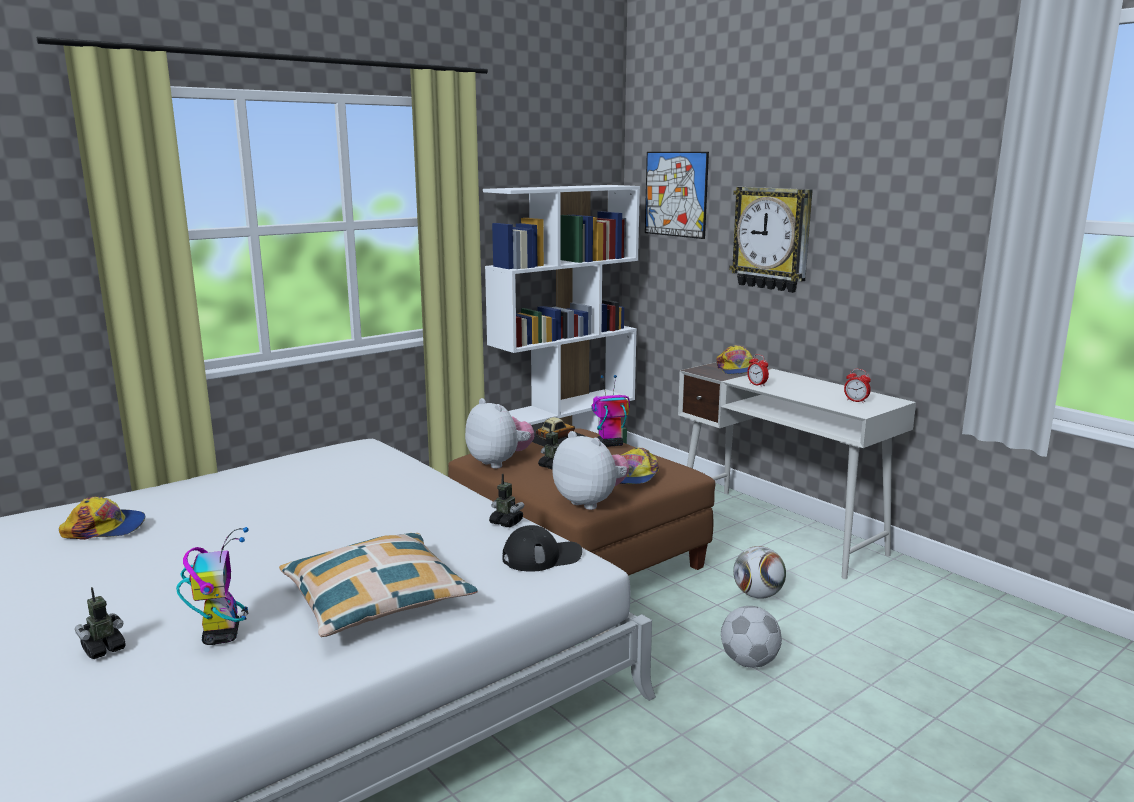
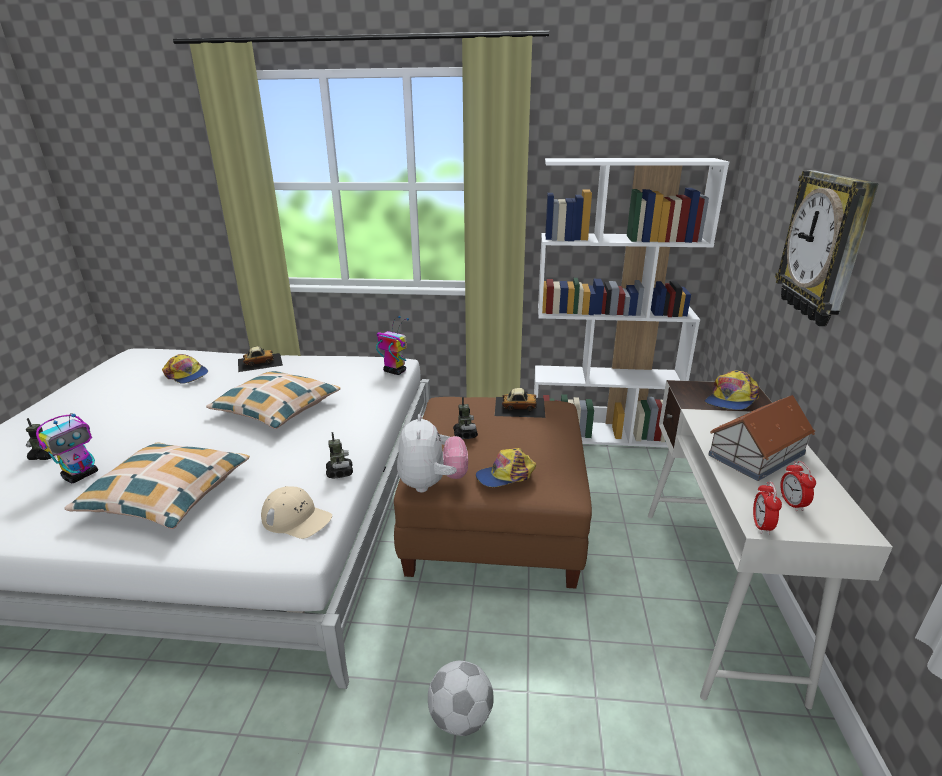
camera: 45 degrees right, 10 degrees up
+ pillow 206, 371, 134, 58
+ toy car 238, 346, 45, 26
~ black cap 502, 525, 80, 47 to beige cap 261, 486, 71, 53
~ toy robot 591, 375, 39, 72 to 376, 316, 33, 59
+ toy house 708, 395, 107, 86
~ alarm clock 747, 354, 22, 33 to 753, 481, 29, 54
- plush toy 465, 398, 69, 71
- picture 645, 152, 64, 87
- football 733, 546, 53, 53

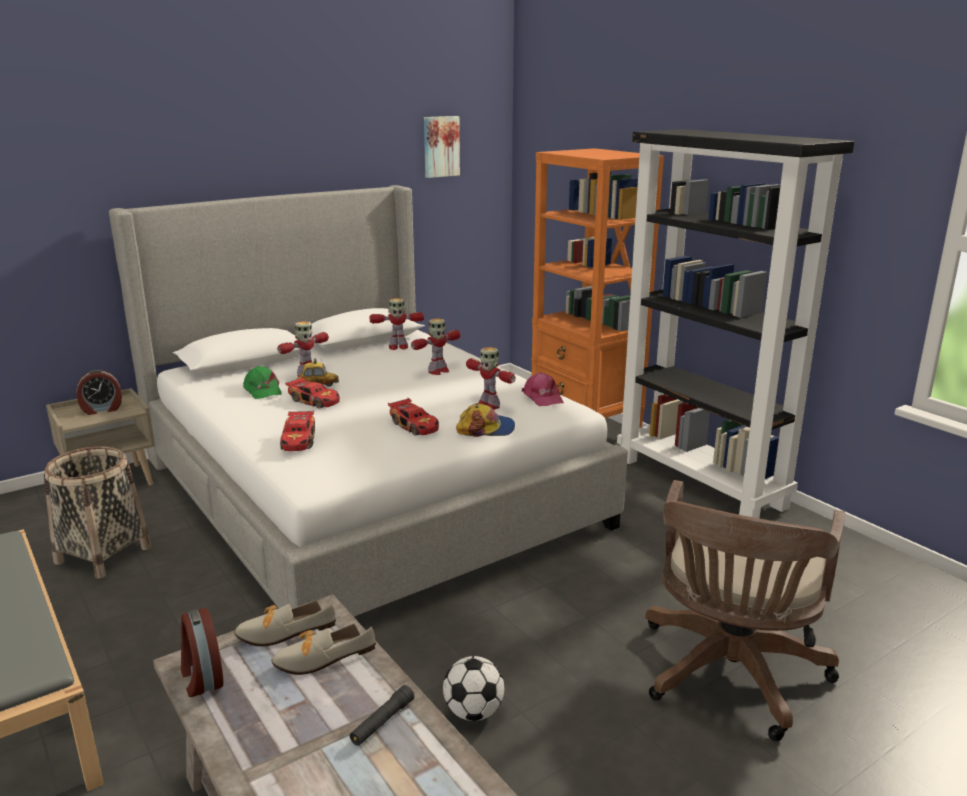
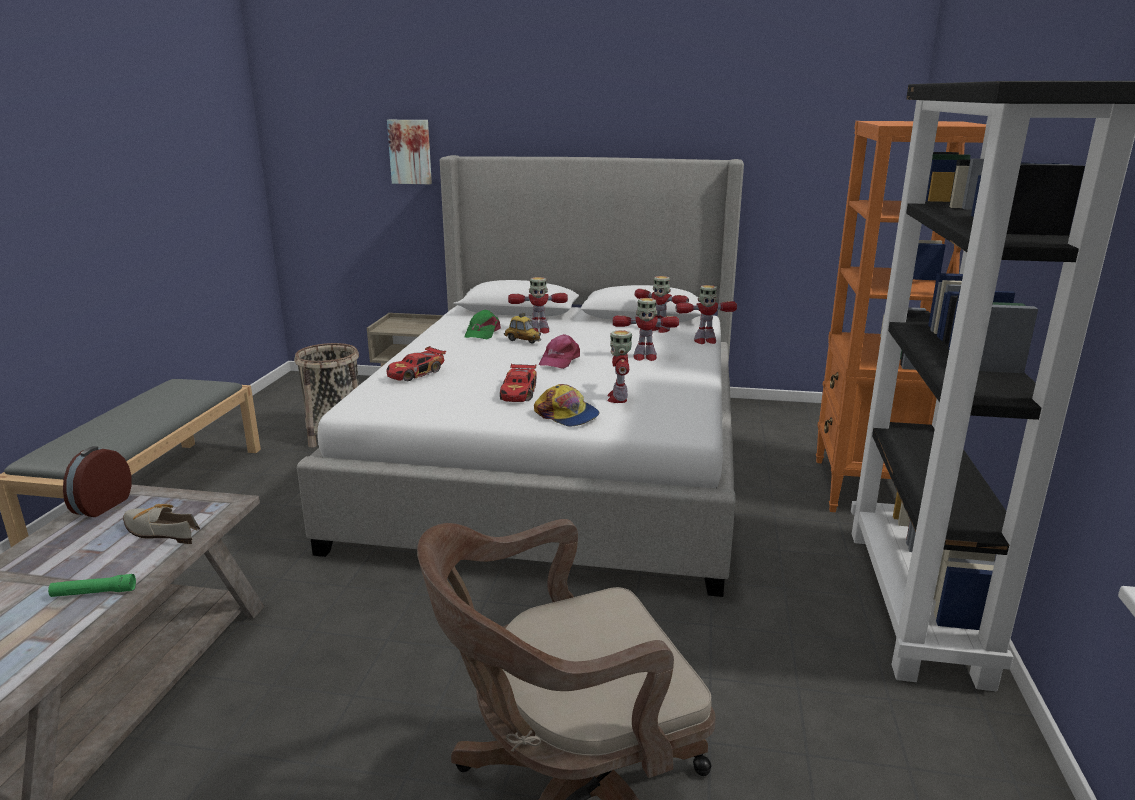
camera: 45 degrees right, 0 degrees up
~ black flashlight 350, 685, 64, 61 to green flashlight 48, 574, 88, 23
~ picture 424, 116, 36, 62 to 387, 120, 45, 64
~ pink cap 522, 372, 42, 34 to 539, 334, 41, 35
+ toy robot 676, 285, 61, 59
- alarm clock 76, 370, 46, 45
- shoe 234, 601, 102, 45
- toy car 285, 376, 55, 33
- football 443, 656, 61, 65

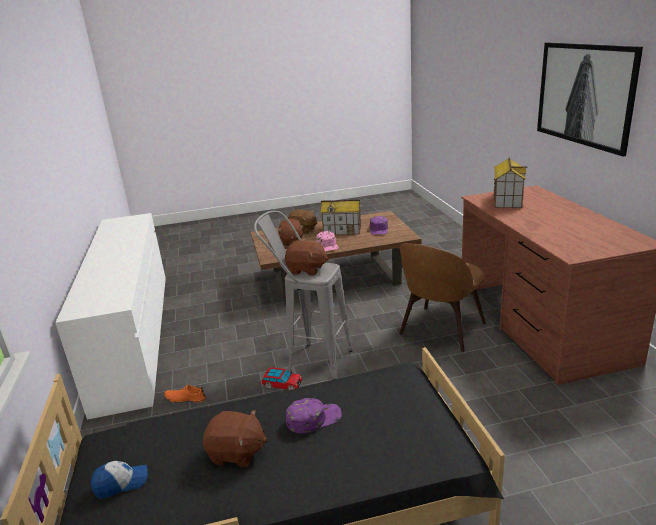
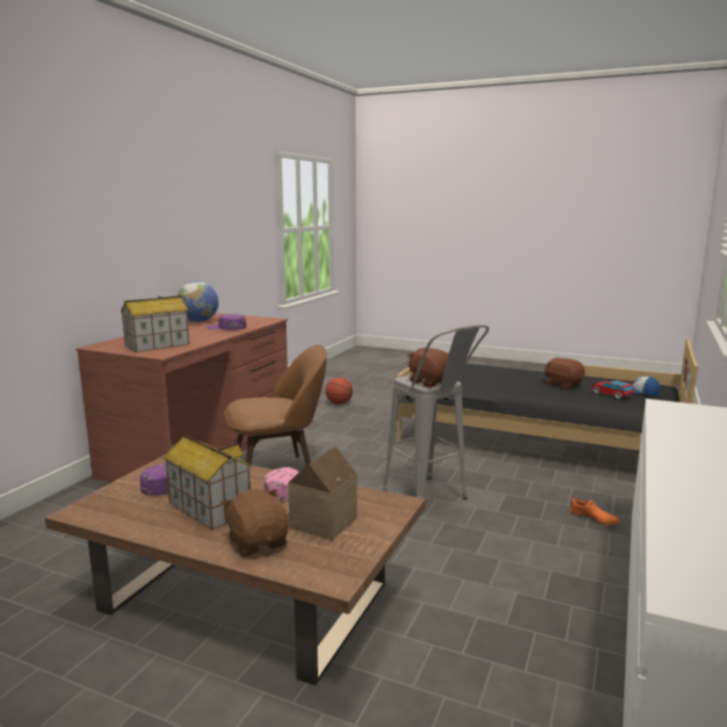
camera: 145 degrees left, 10 degrees down
+ globe 177, 281, 42, 42
~ purple cap 286, 398, 55, 35 to 207, 314, 39, 16
~ brown plush toy 278, 219, 26, 27 to toy house 288, 447, 69, 93
+ basketball 325, 377, 28, 27
~ toy car 261, 368, 41, 22 to 591, 380, 43, 19
- picture 537, 42, 106, 114

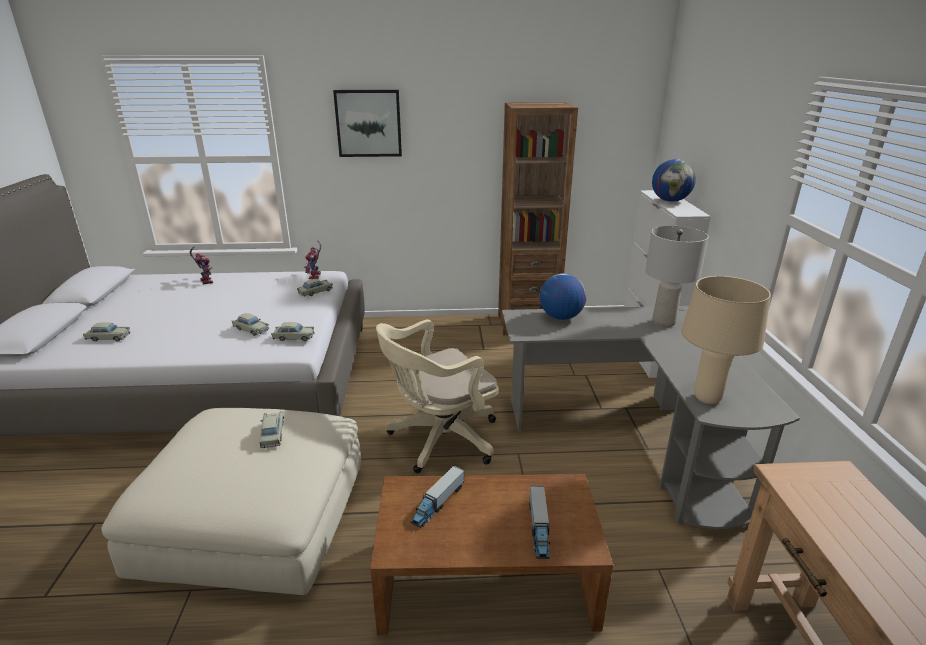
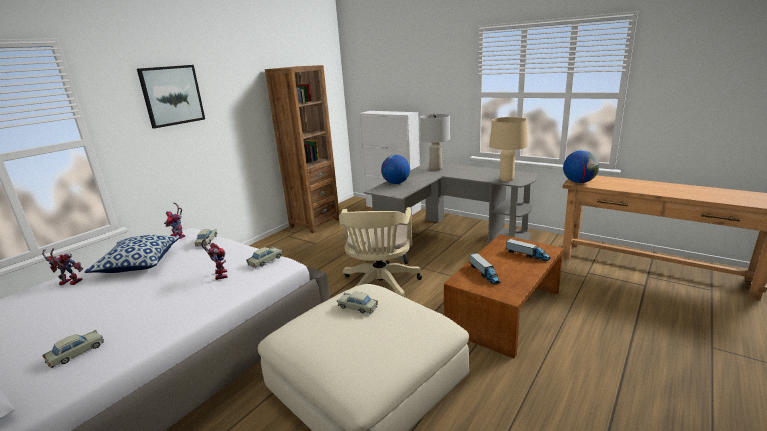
camera: 50 degrees left, 5 degrees down
+ pillow 84, 235, 96, 38
~ beige toy car 232, 313, 37, 23 to toy robot 201, 236, 26, 44
~ globe 652, 159, 44, 43 to 563, 150, 36, 33

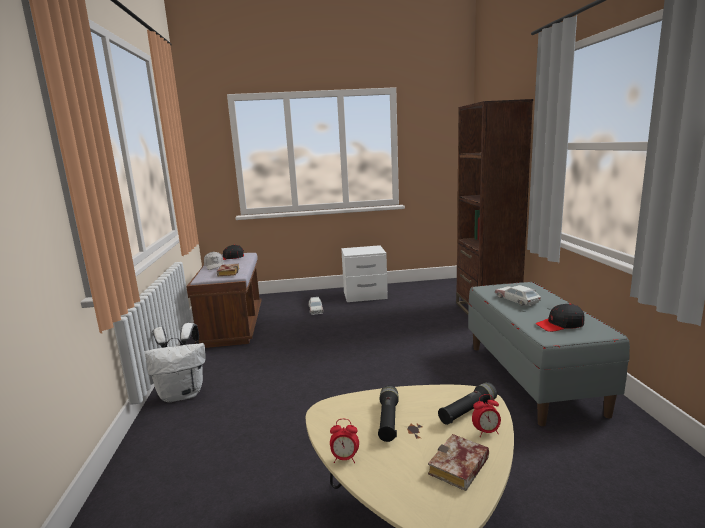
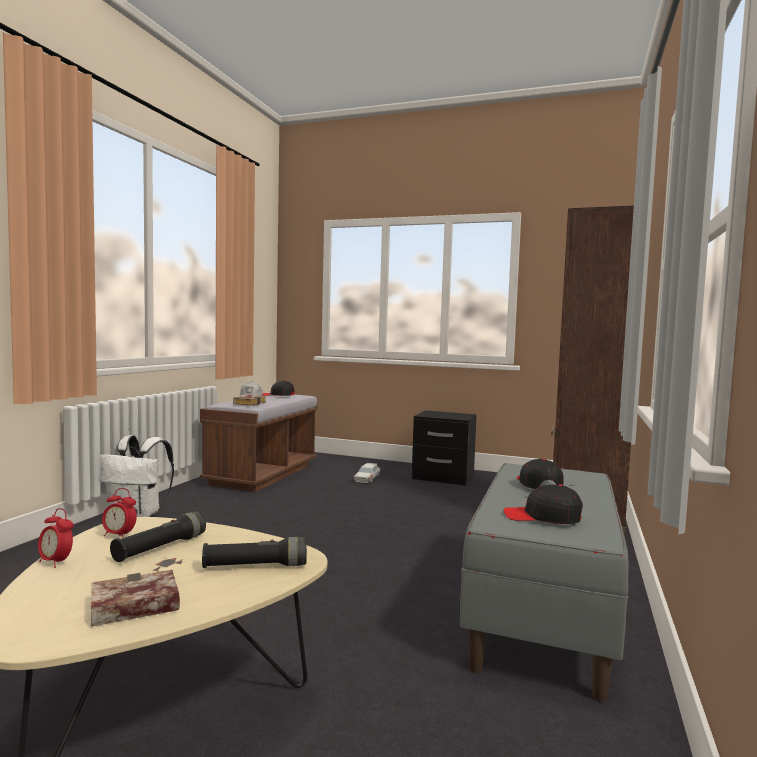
camera: 25 degrees right, 10 degrees down
~ alarm clock 472, 394, 29, 43 to 102, 488, 35, 49
~ white nightstand 341, 245, 47, 57 to black nightstand 412, 410, 65, 75
~ toy car 495, 285, 46, 21 to black cap 517, 459, 46, 30

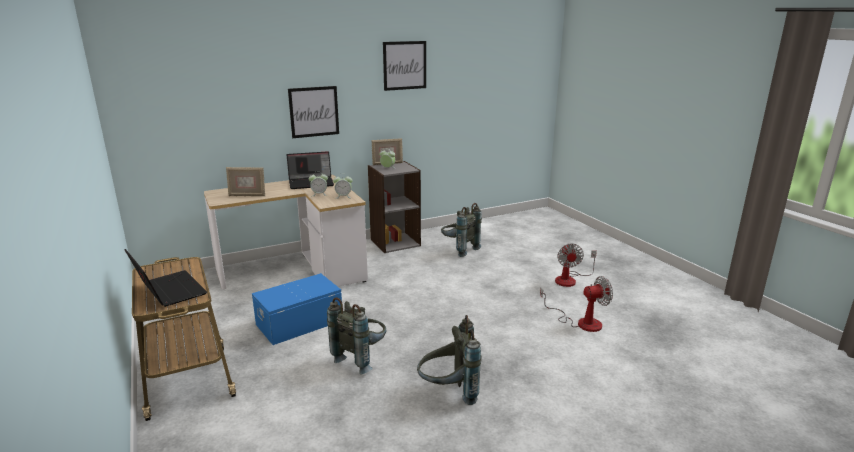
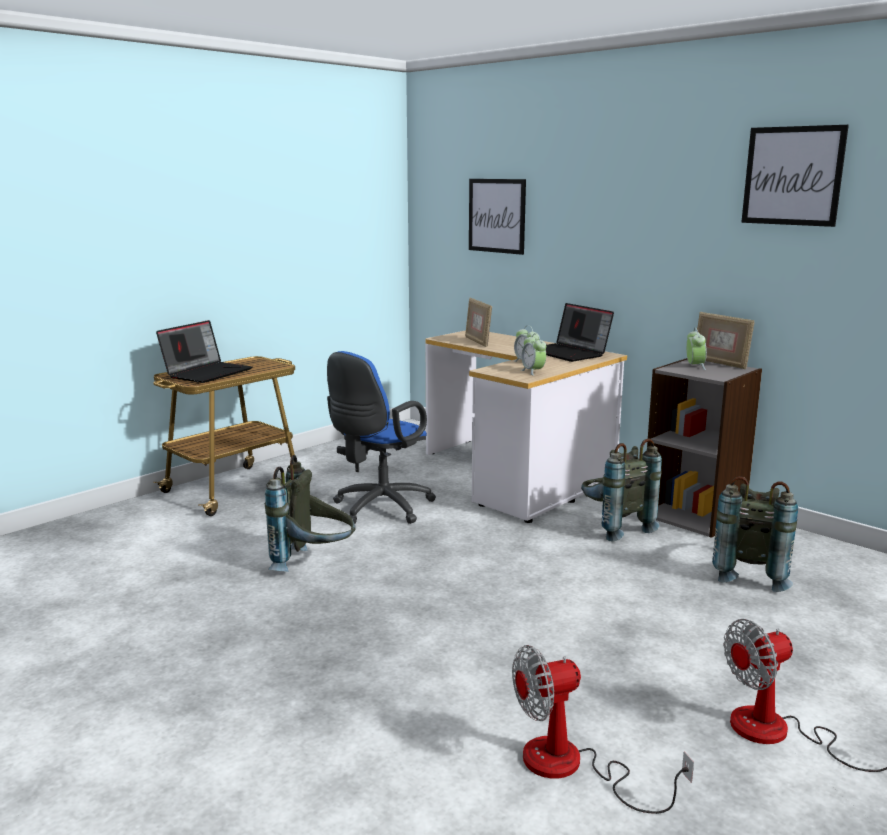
camera: 70 degrees right, 5 degrees down
~ blue storage box 252, 273, 90, 72 to blue office chair 327, 351, 109, 173
~ picture 288, 86, 51, 52 to 469, 179, 57, 76
~ fan 540, 276, 73, 56 = 512, 645, 182, 169 105 degrees clockwise
~ grey backpack 417, 315, 64, 90 to 581, 438, 81, 104

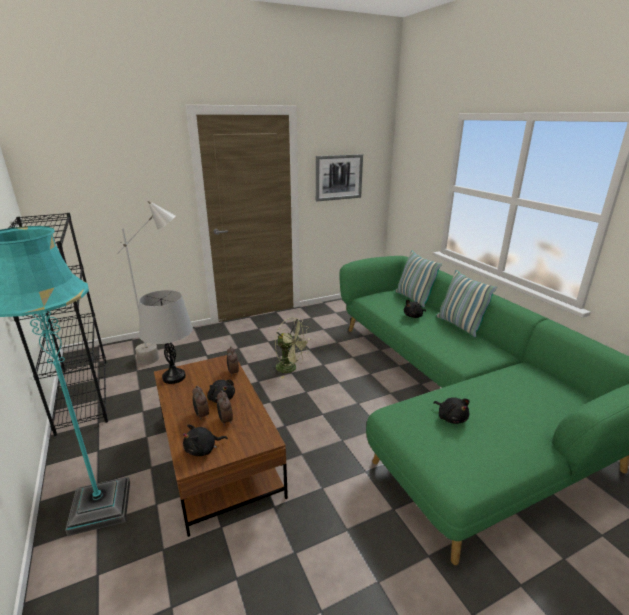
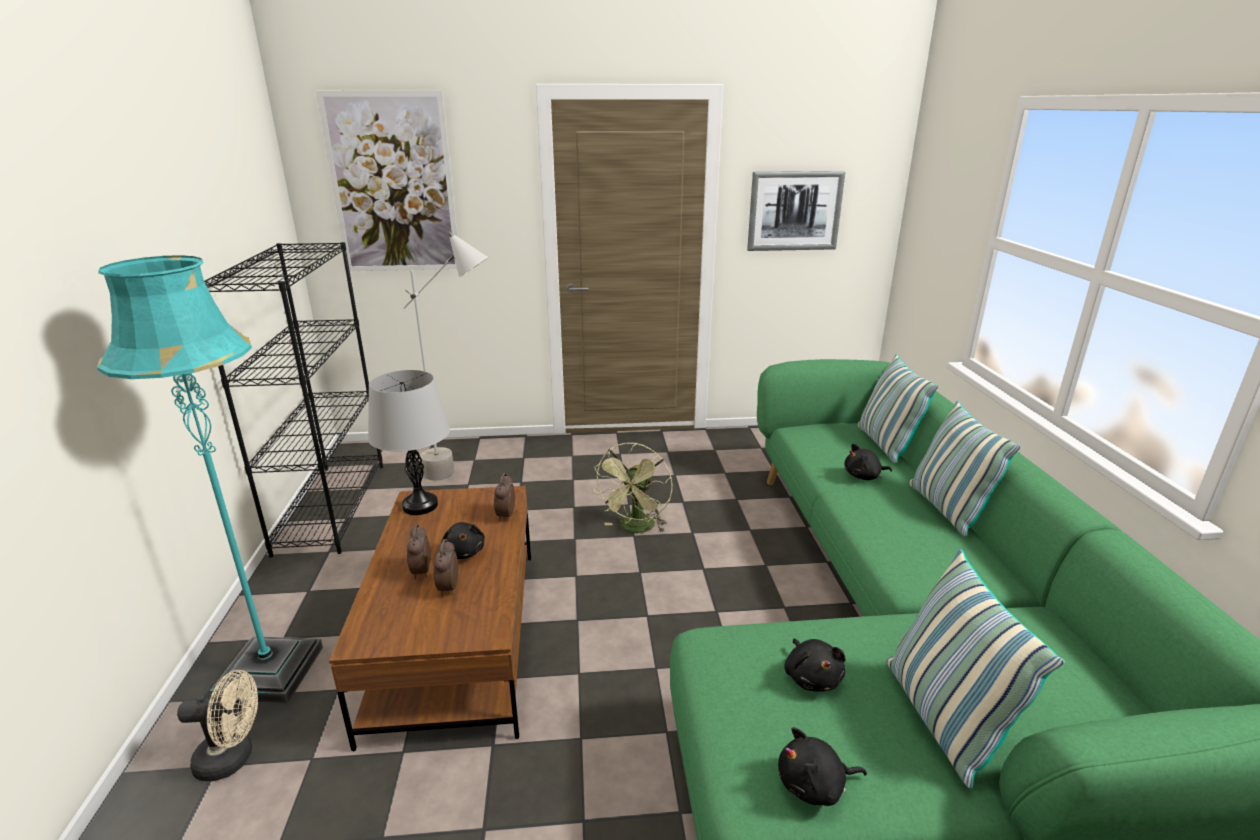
camera: 20 degrees right, 0 degrees up
+ beige fan 177, 670, 81, 111
+ picture 316, 91, 142, 180
~ green fan 275, 317, 36, 62 = 593, 443, 79, 90 60 degrees clockwise
~ black plush toy 183, 424, 45, 32 to 778, 727, 89, 79
+ pillow 887, 549, 178, 239

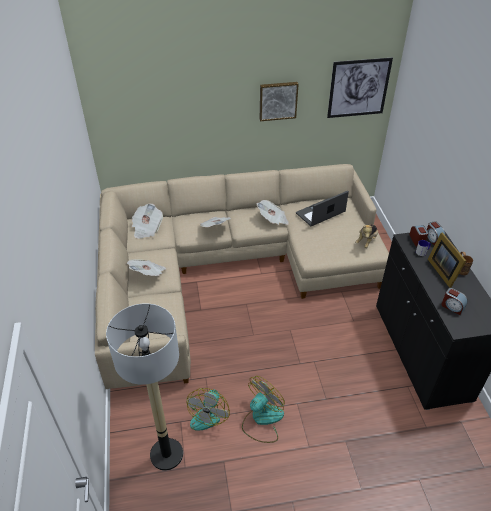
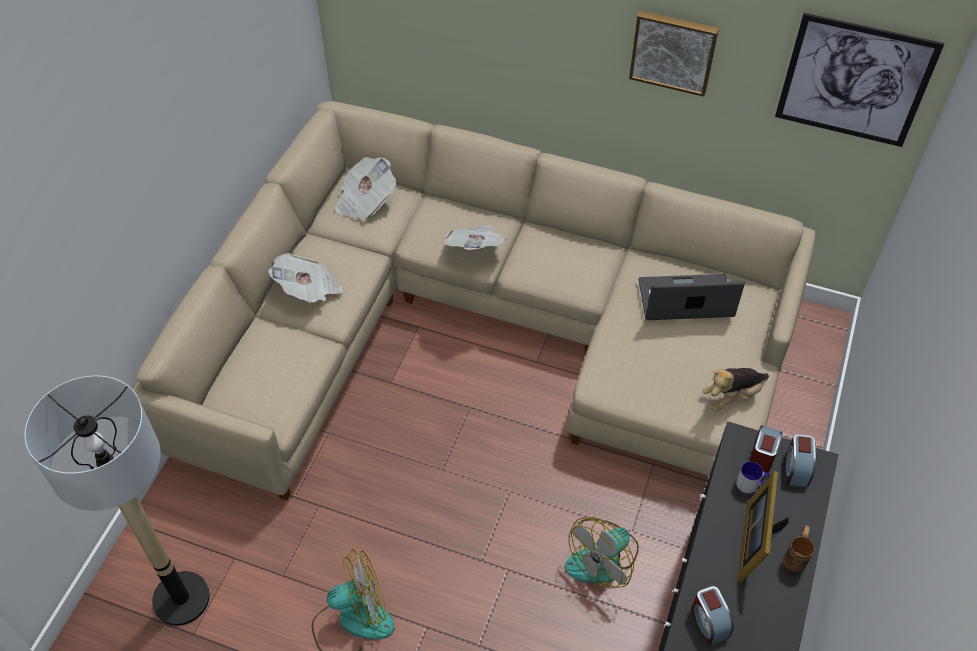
camera: 30 degrees right, 10 degrees up
~ fan 187, 388, 43, 43 to 565, 517, 74, 72
- newspaper 257, 200, 32, 25

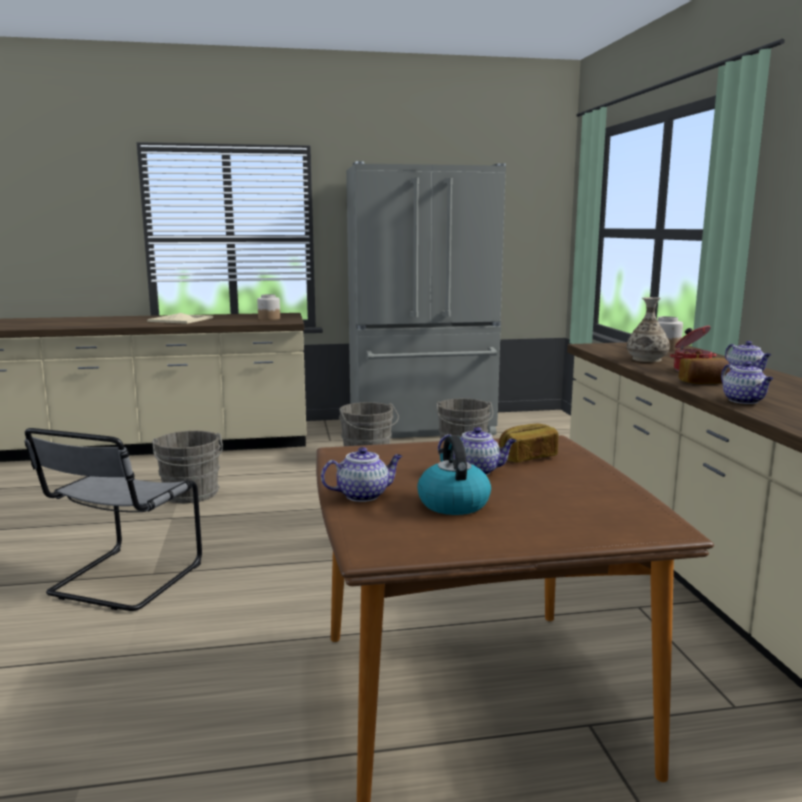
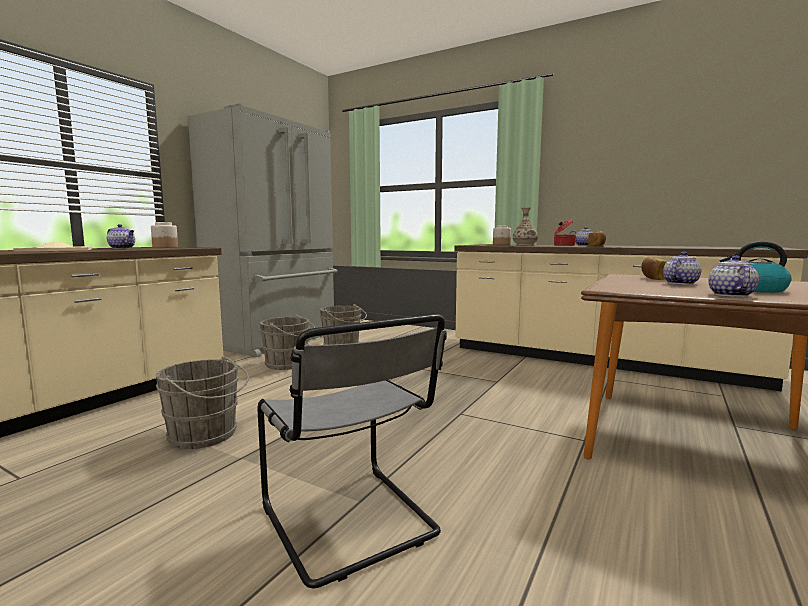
camera: 50 degrees left, 5 degrees down
~ teapot 721, 361, 53, 43 to 107, 224, 28, 25

